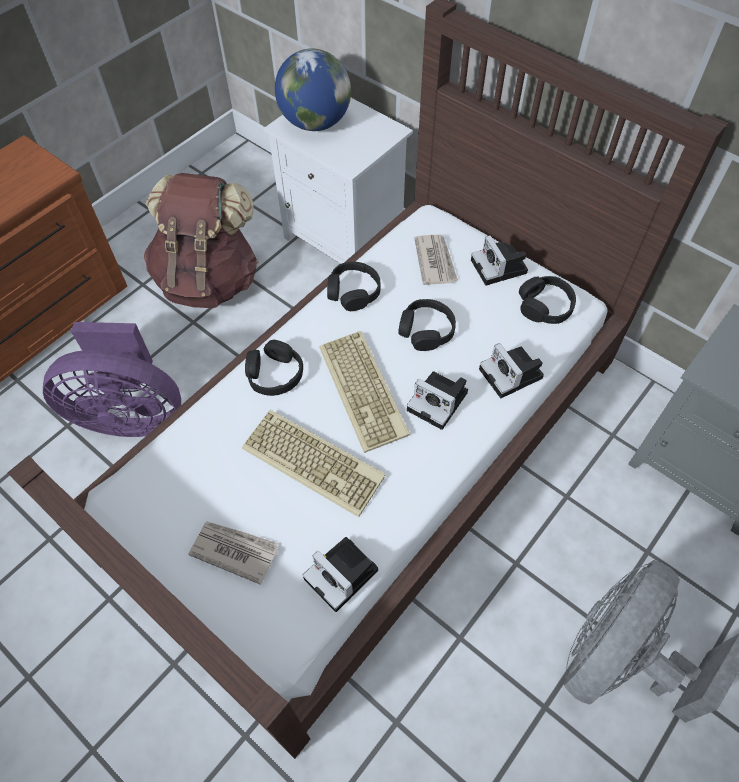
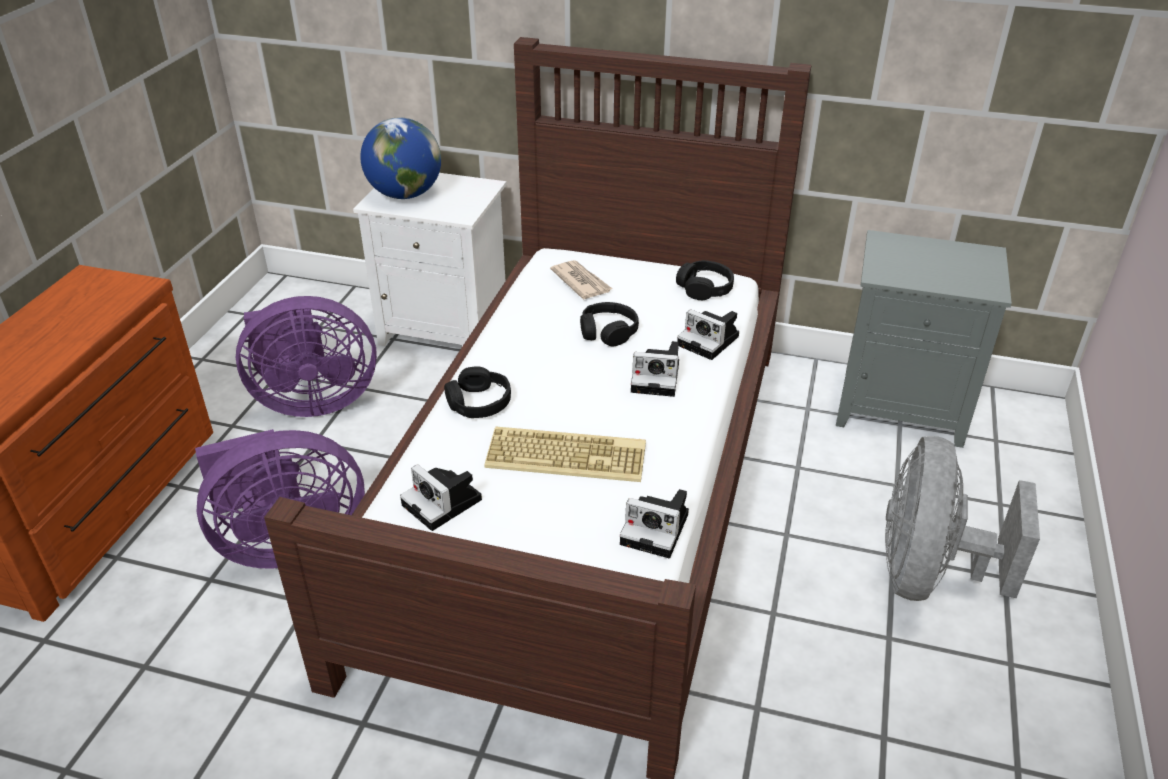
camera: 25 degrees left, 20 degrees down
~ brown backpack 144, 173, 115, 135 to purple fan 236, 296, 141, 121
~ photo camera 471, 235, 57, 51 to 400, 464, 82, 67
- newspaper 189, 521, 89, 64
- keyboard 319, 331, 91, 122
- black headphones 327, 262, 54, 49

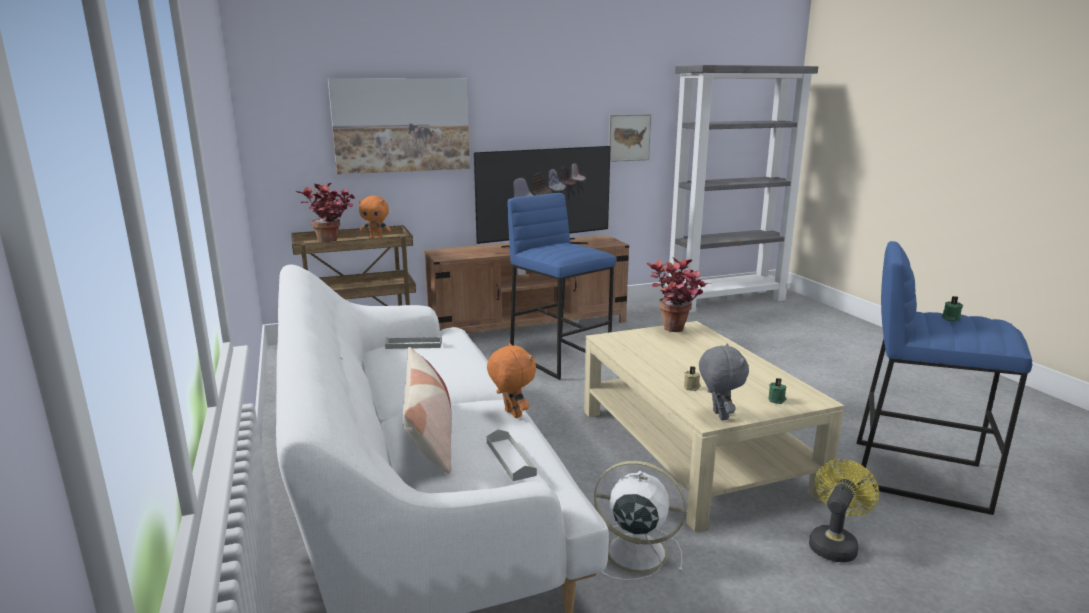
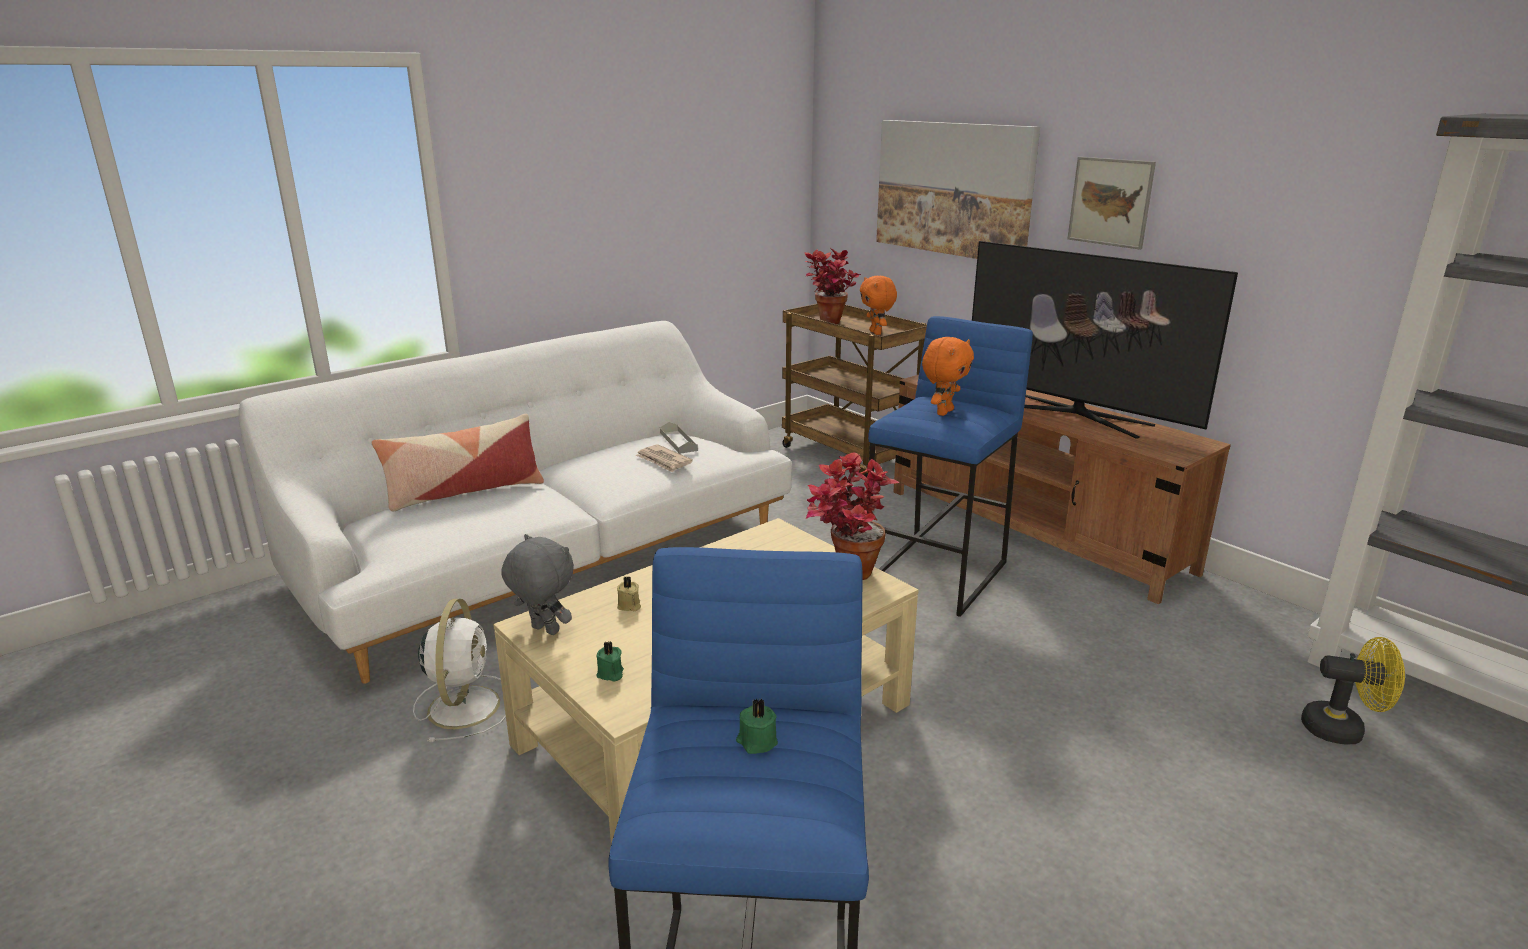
camera: 70 degrees right, 5 degrees up
~ grey plush toy 699, 344, 50, 77 = 502, 534, 72, 101 120 degrees counterclockwise
+ newspaper 636, 444, 57, 28
~ orange plush toy 487, 343, 49, 75 to 922, 337, 52, 79
~ picture 609, 114, 42, 48 to 1067, 157, 89, 93
~ yellow fan 809, 459, 70, 104 to 1301, 637, 104, 107
- grey tray 487, 429, 50, 52

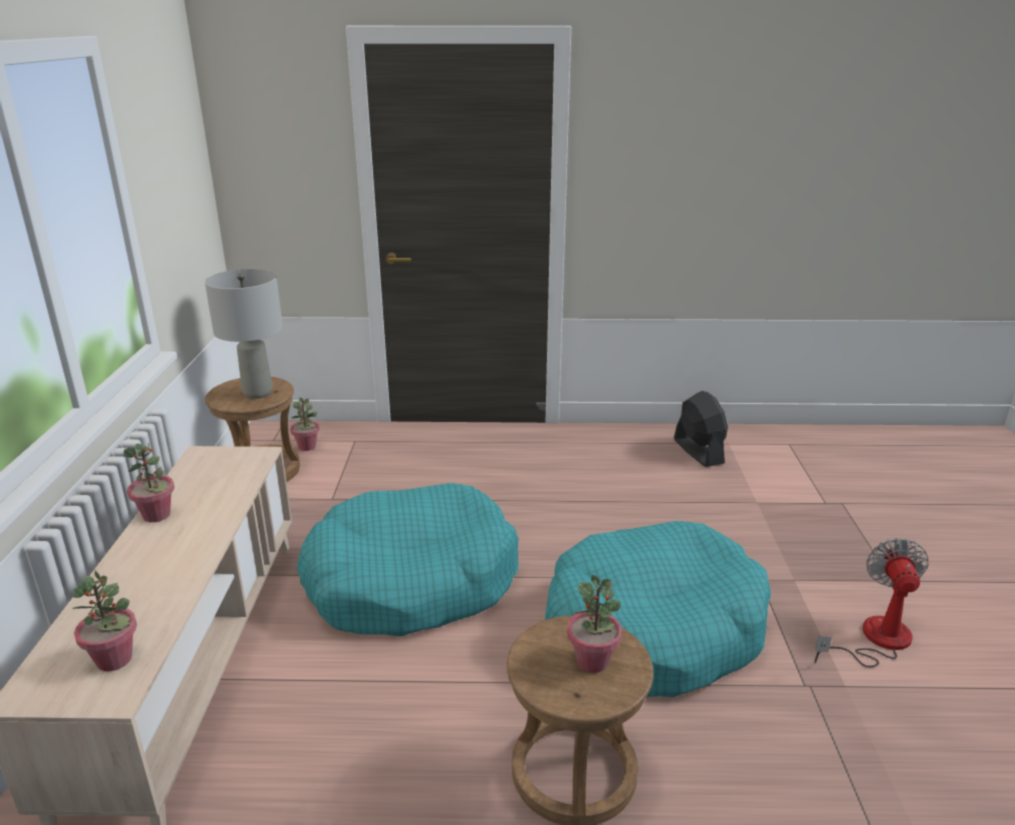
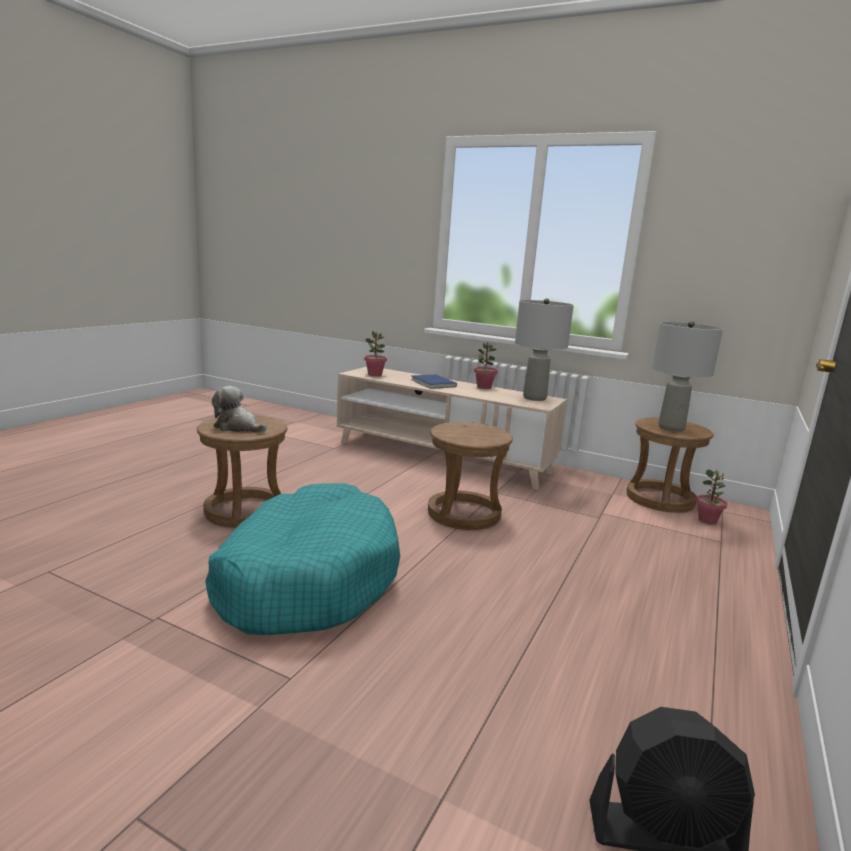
camera: 115 degrees right, 10 degrees down
~ potted plant 567, 575, 55, 98 to plush toy 212, 386, 54, 47
+ blue book 411, 374, 46, 15
~ turquoise dog bed 297, 483, 222, 153 to brown stool 428, 422, 85, 108
+ grey table lamp 515, 298, 59, 103
- fan 814, 538, 115, 129

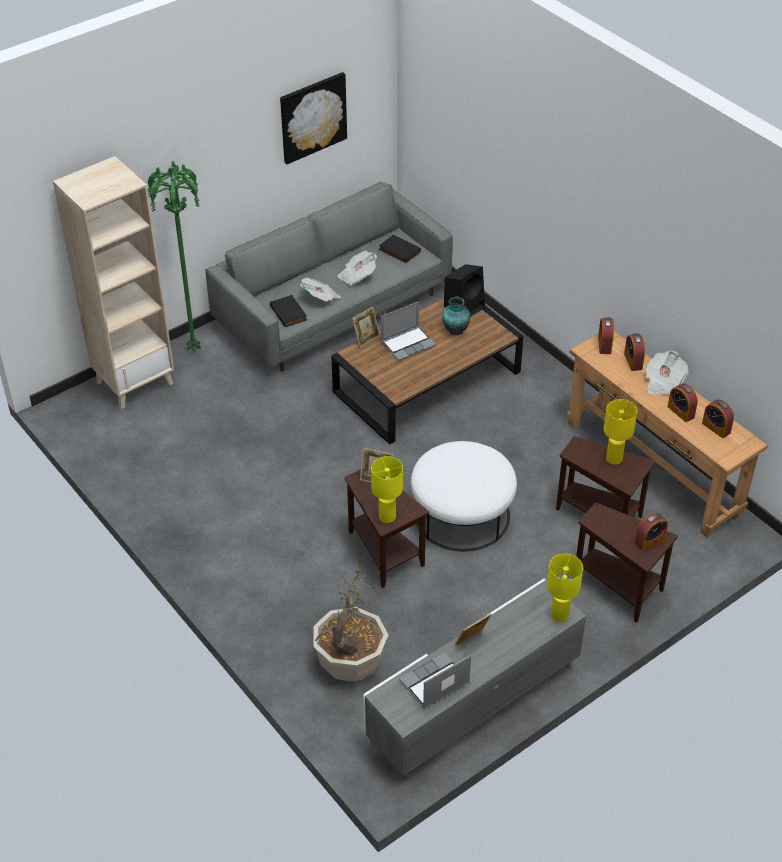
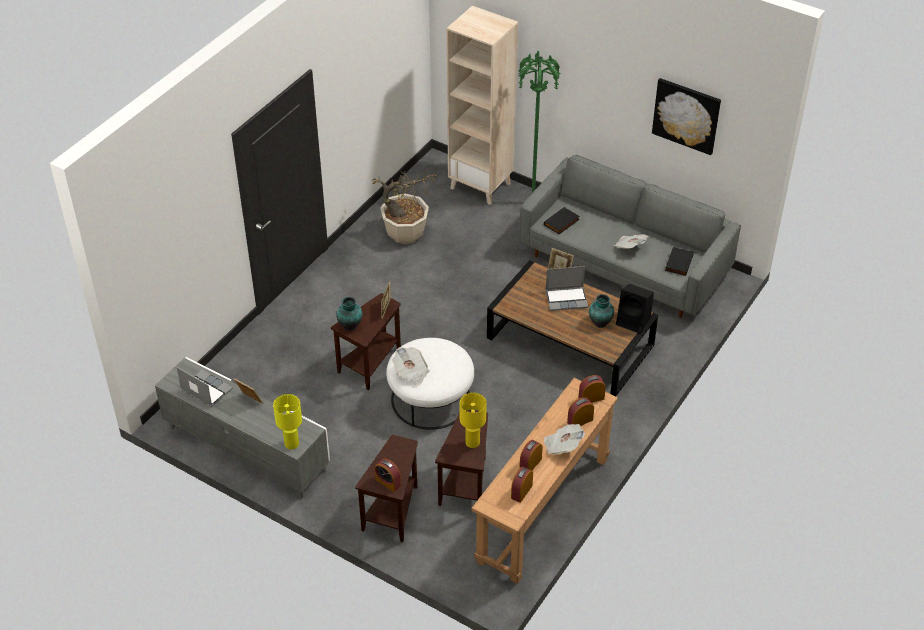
camera: 70 degrees right, 0 degrees up
~ yellow table lamp 371, 456, 32, 67 to vase 336, 297, 27, 33
~ potted plant 313, 560, 75, 122 to 371, 170, 66, 74
~ newspaper 300, 278, 41, 24 to 392, 347, 38, 39
~ laptop 381, 301, 55, 60 = 546, 266, 42, 45 45 degrees counterclockwise

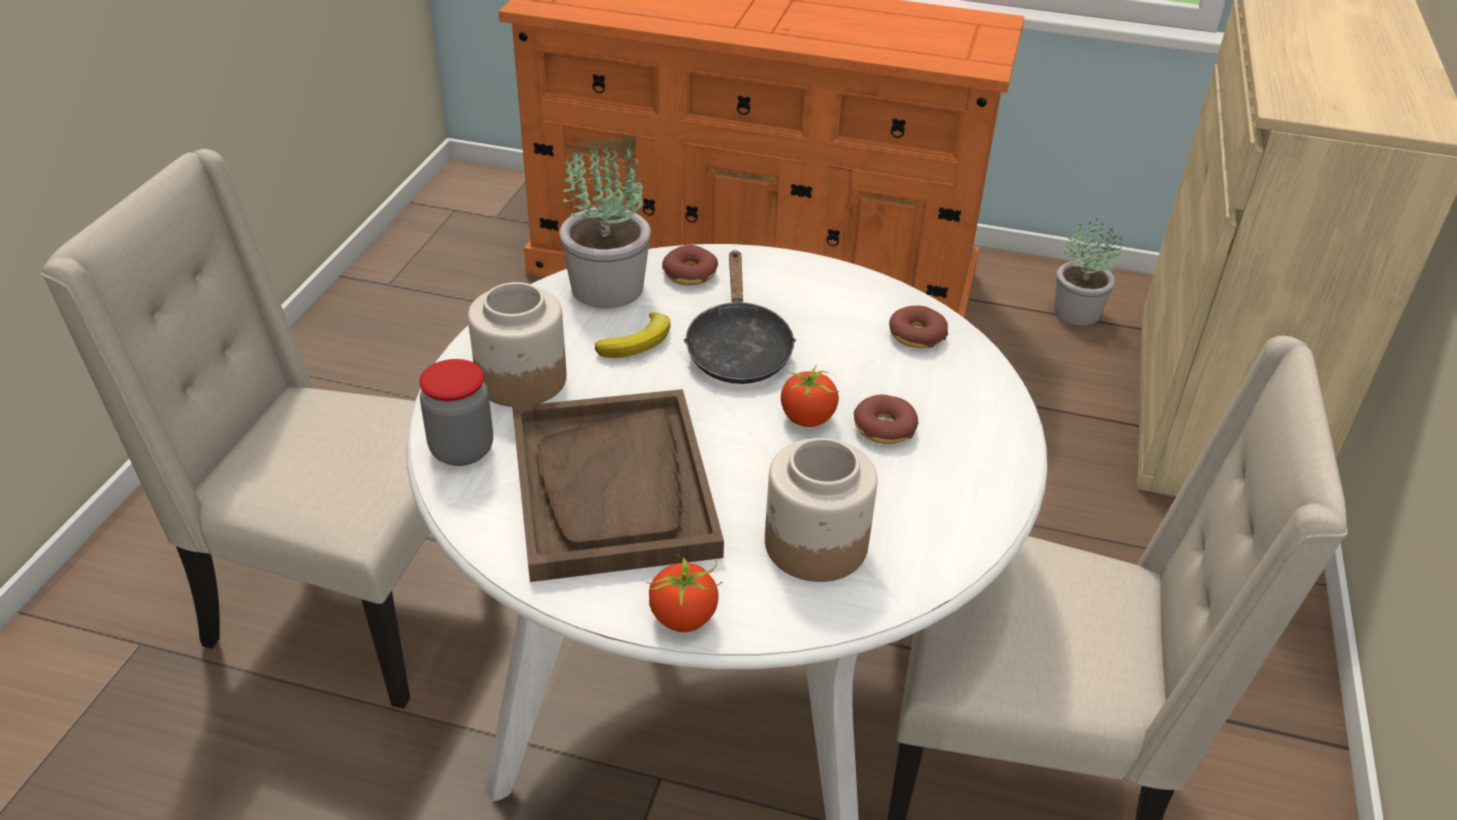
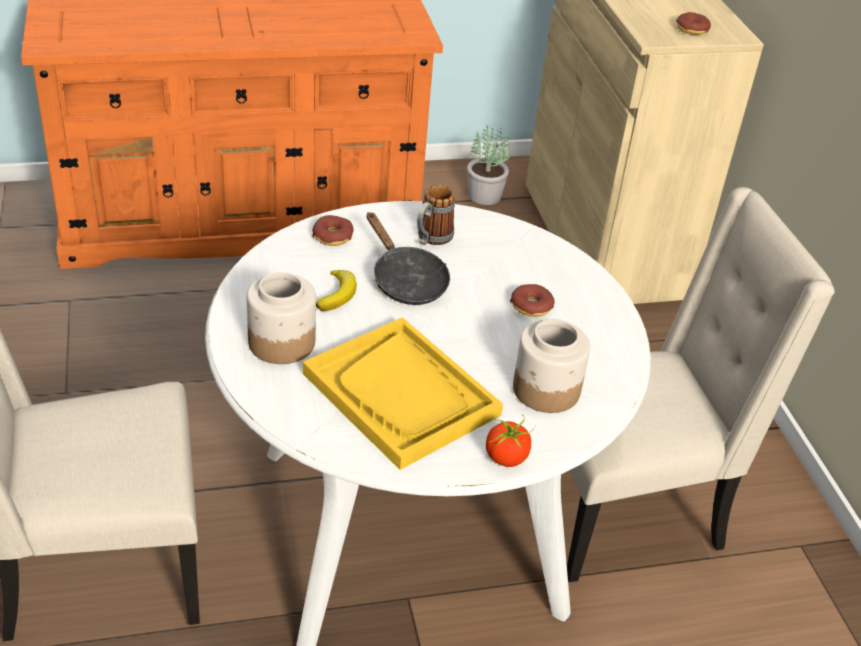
camera: 30 degrees left, 0 degrees up
~ brown tray 512, 389, 212, 193 to yellow tray 303, 317, 200, 153
+ mug 417, 185, 38, 60
~ donut 889, 306, 59, 42 to 676, 12, 35, 23
- jar 419, 359, 74, 107
- potted plant 559, 141, 92, 167
- tomato 781, 364, 58, 63

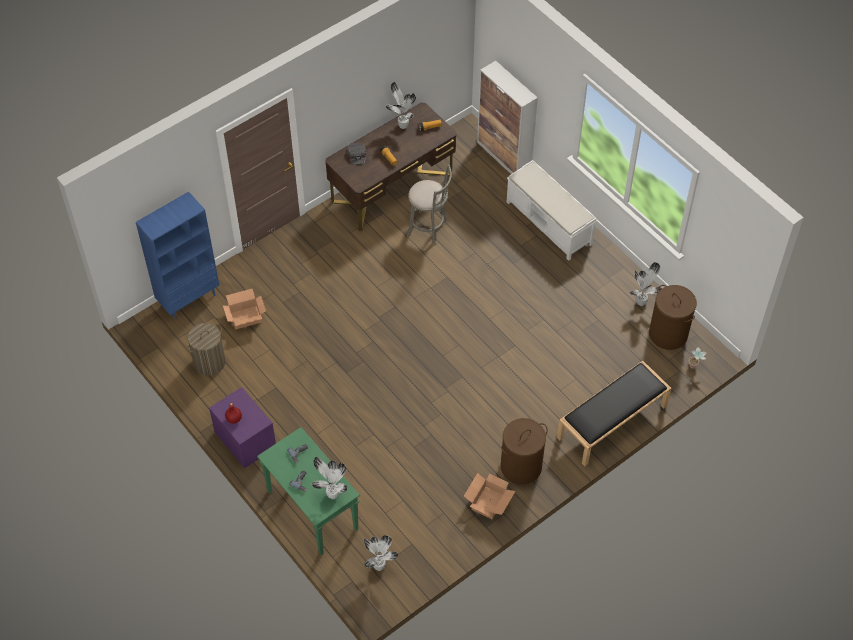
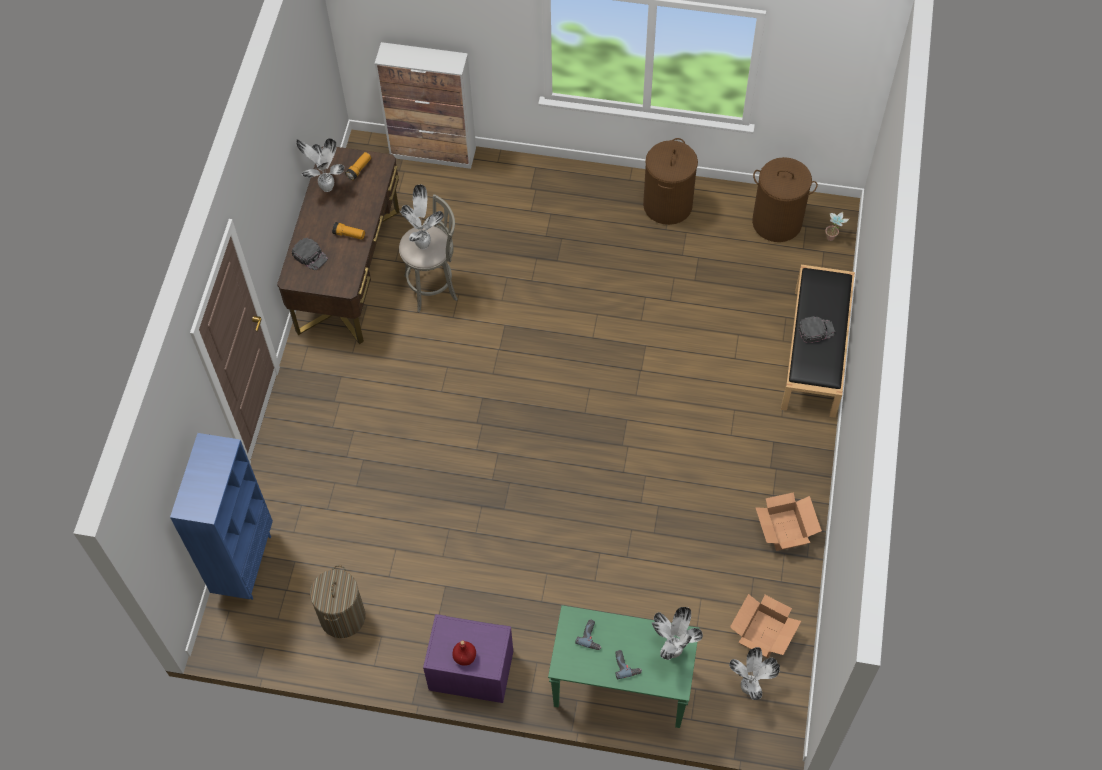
camera: 40 degrees left, 5 degrees up
~ potted plant 630, 262, 32, 44 to 399, 184, 45, 65
~ brown laundry basket 501, 418, 47, 67 to 643, 138, 55, 87
~ cardboard box 223, 288, 43, 41 to 730, 594, 71, 64
+ black cap 798, 316, 37, 27
- white bench 507, 160, 90, 101

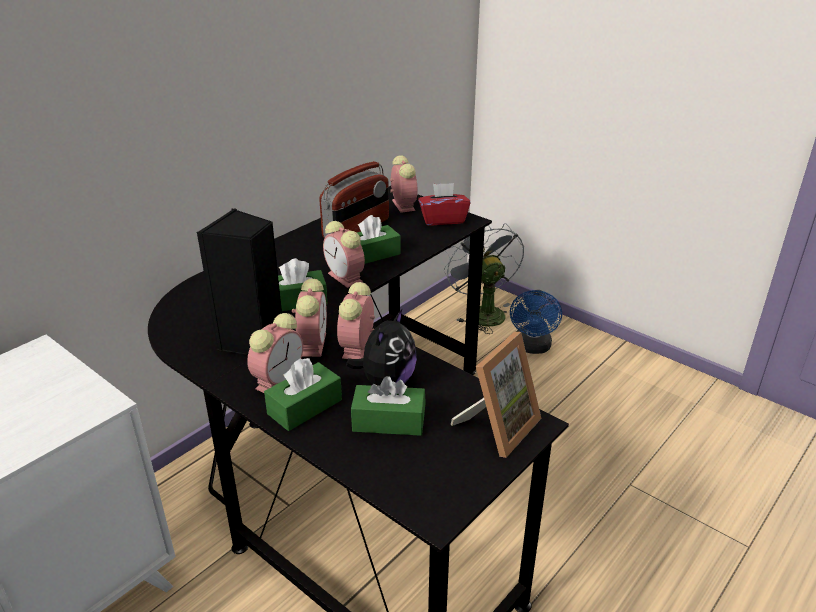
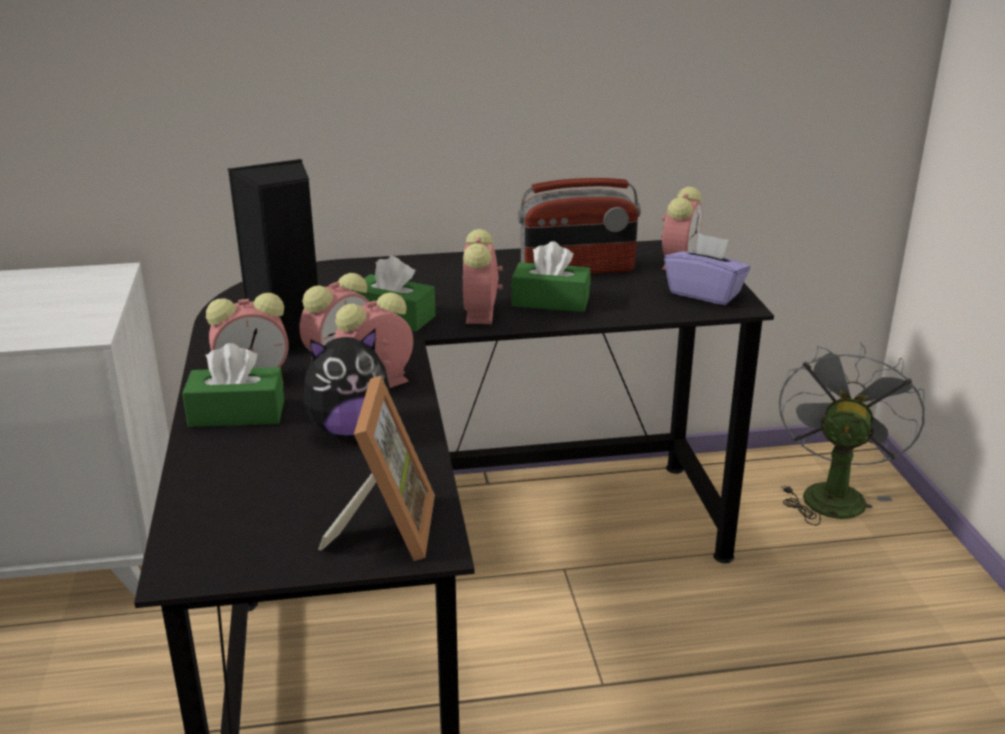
camera: 40 degrees right, 5 degrees down
~ picture frame 451, 332, 91, 126 = 318, 376, 117, 185 75 degrees counterclockwise
~ red tissue box 418, 183, 52, 42 to purple tissue box 664, 233, 86, 72
- green tissue box 351, 376, 75, 60
- blue fan 510, 290, 52, 64

